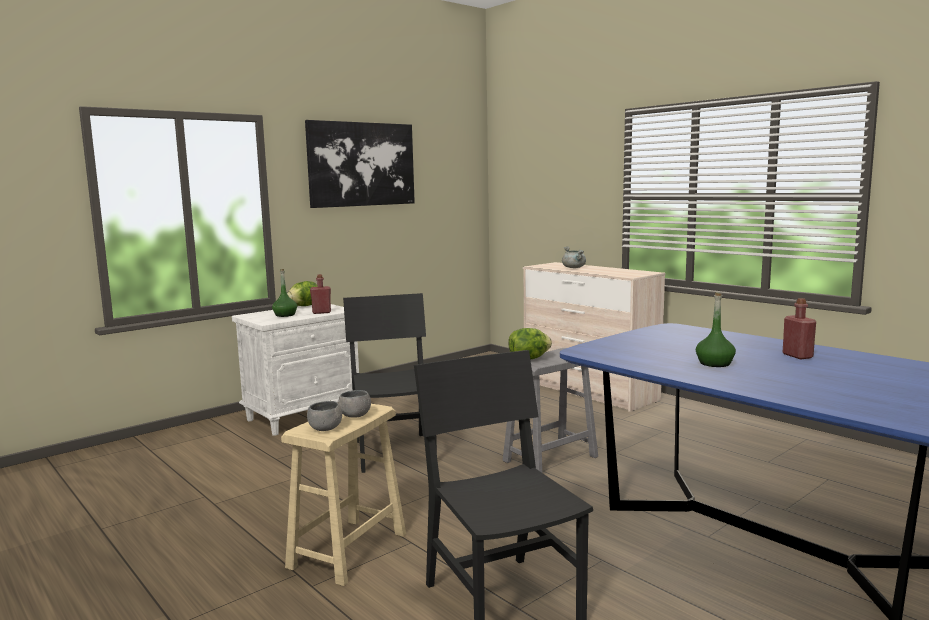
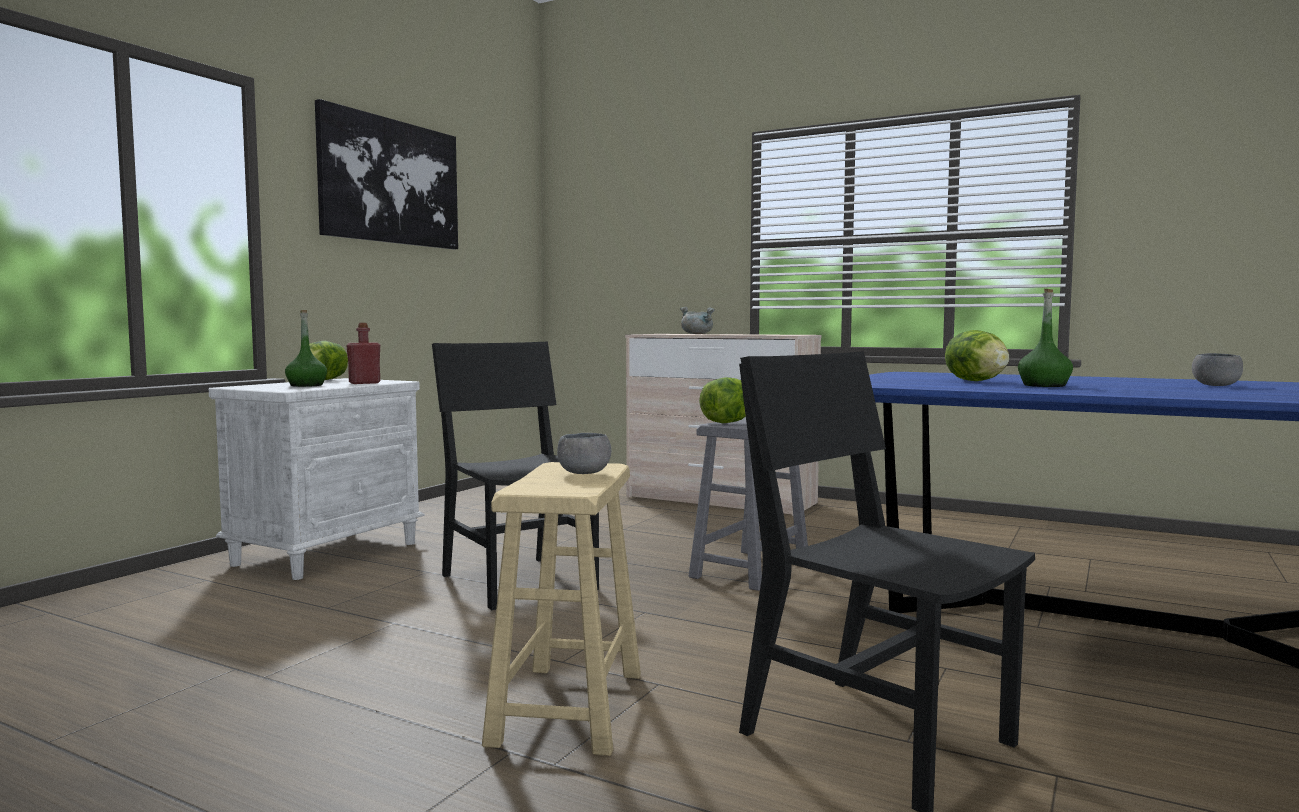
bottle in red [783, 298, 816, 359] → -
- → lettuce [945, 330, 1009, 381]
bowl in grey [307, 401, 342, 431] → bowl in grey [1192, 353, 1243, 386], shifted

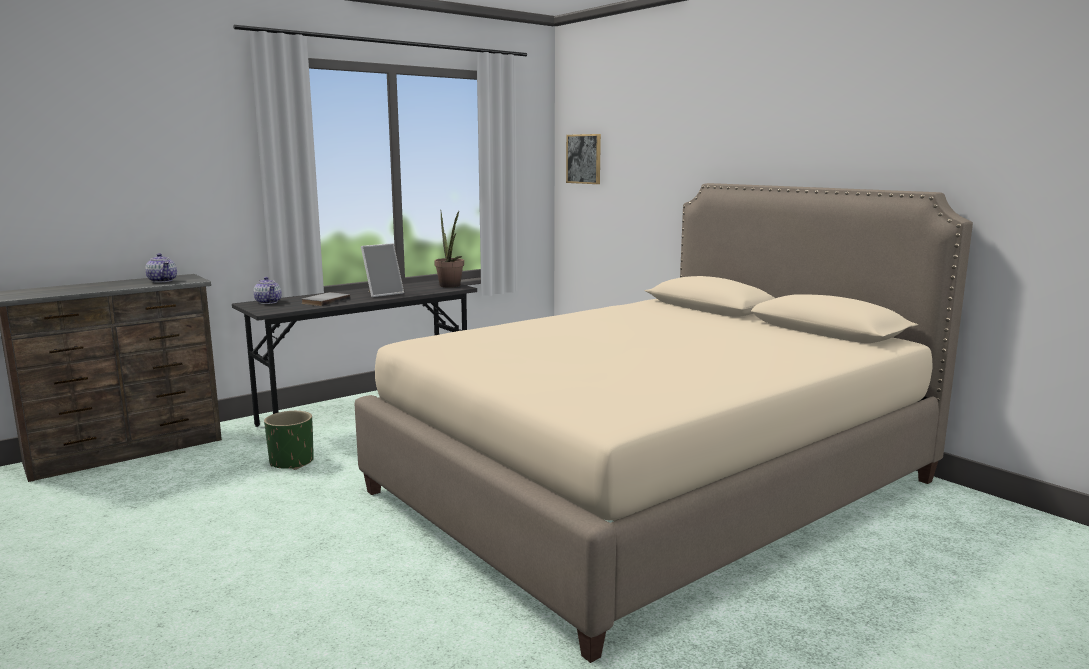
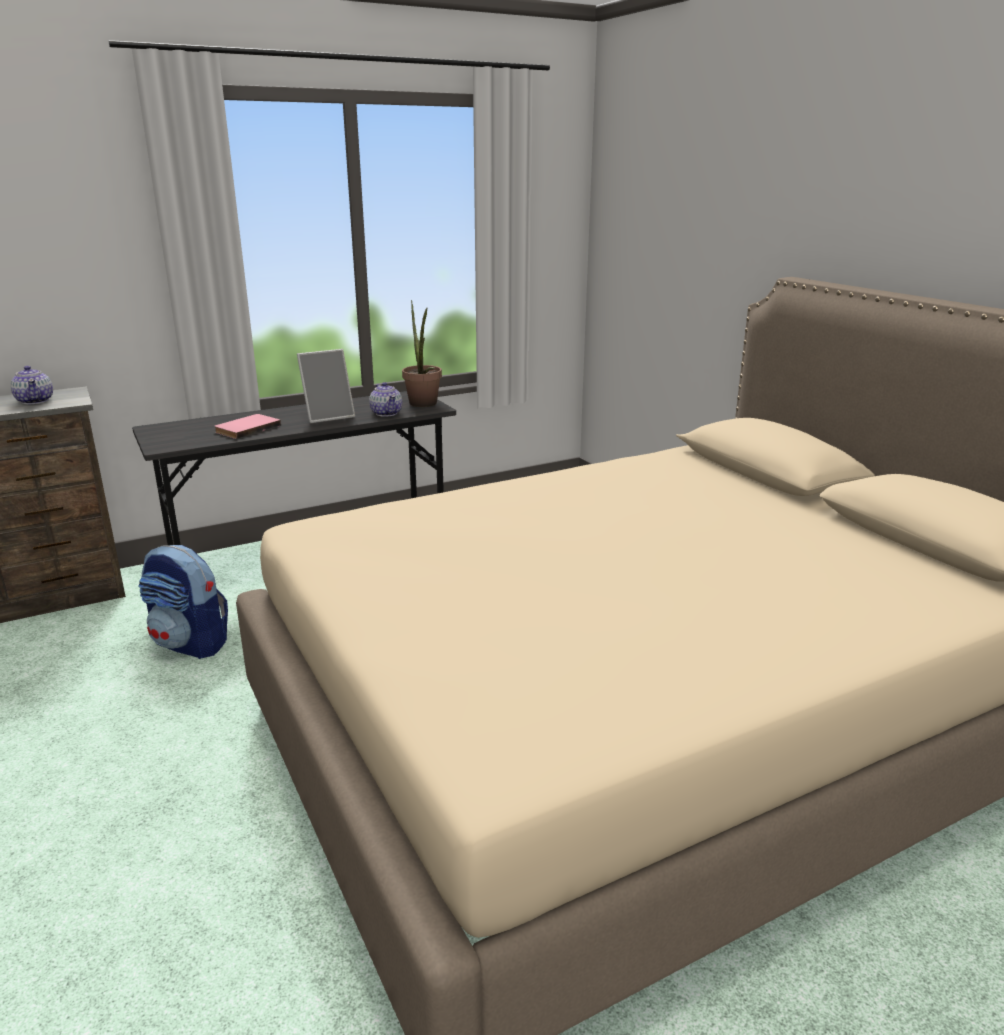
picture [566, 134, 601, 184] → -
teapot [253, 277, 282, 304] → teapot [369, 382, 402, 417], shifted
planter in green [264, 411, 314, 470] → backpack [138, 545, 228, 659]
book in grey [302, 292, 351, 306] → book in pink [214, 414, 281, 439]

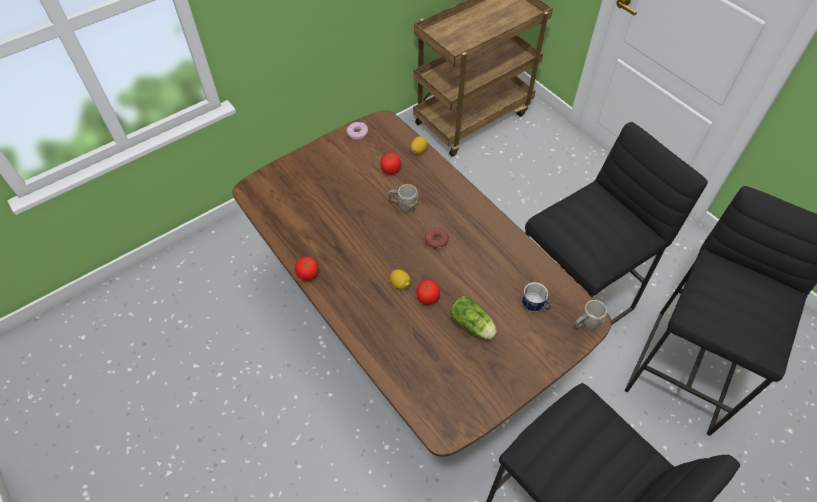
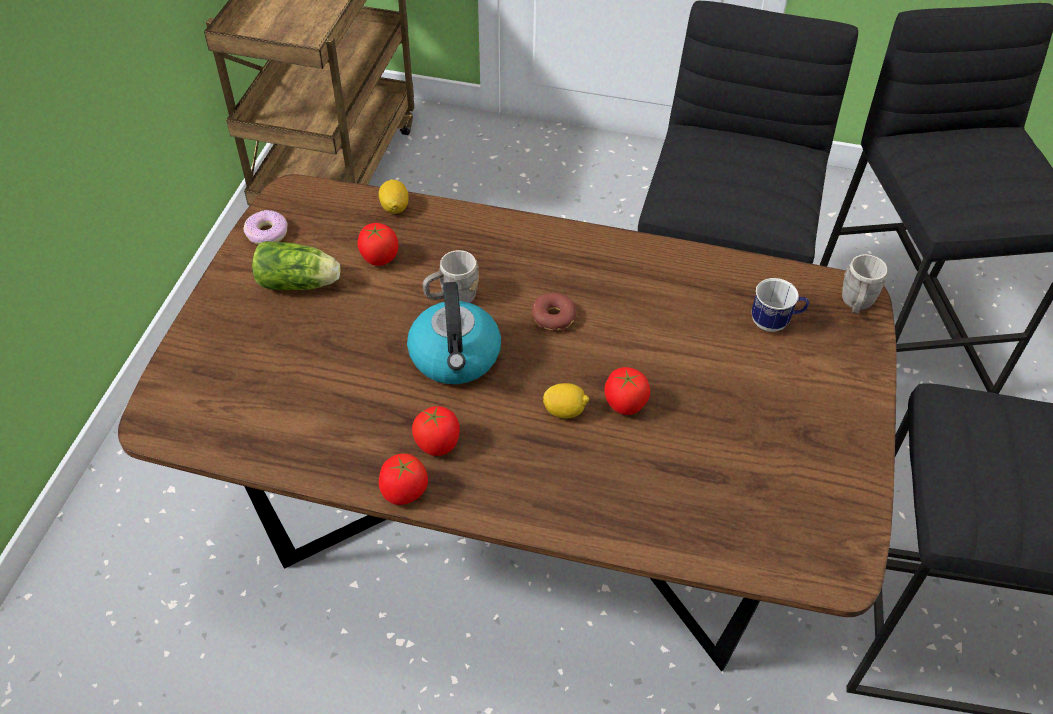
- → kettle [407, 282, 501, 384]
- → tomato [412, 405, 460, 456]
lettuce [450, 296, 497, 339] → lettuce [252, 241, 340, 290], shifted

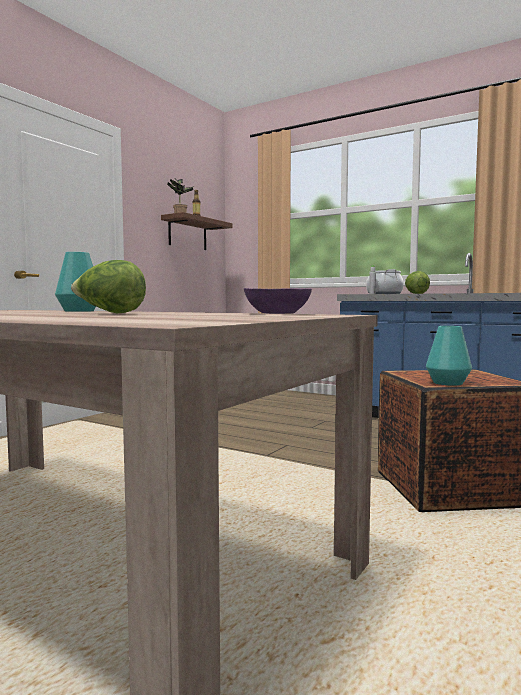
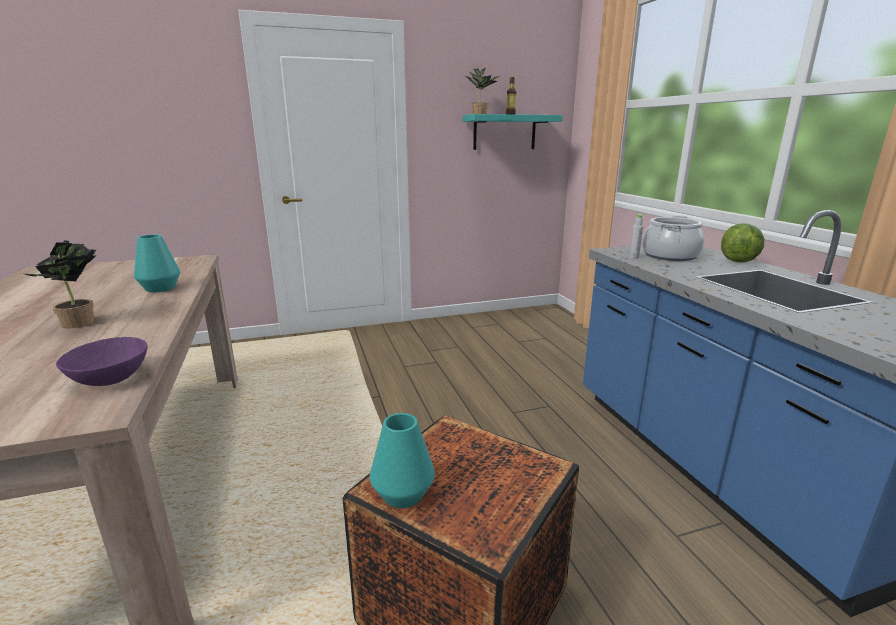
lettuce [71, 260, 146, 313] → potted plant [21, 240, 97, 328]
shelf in brown [161, 212, 233, 250] → shelf in turquoise [462, 114, 563, 150]

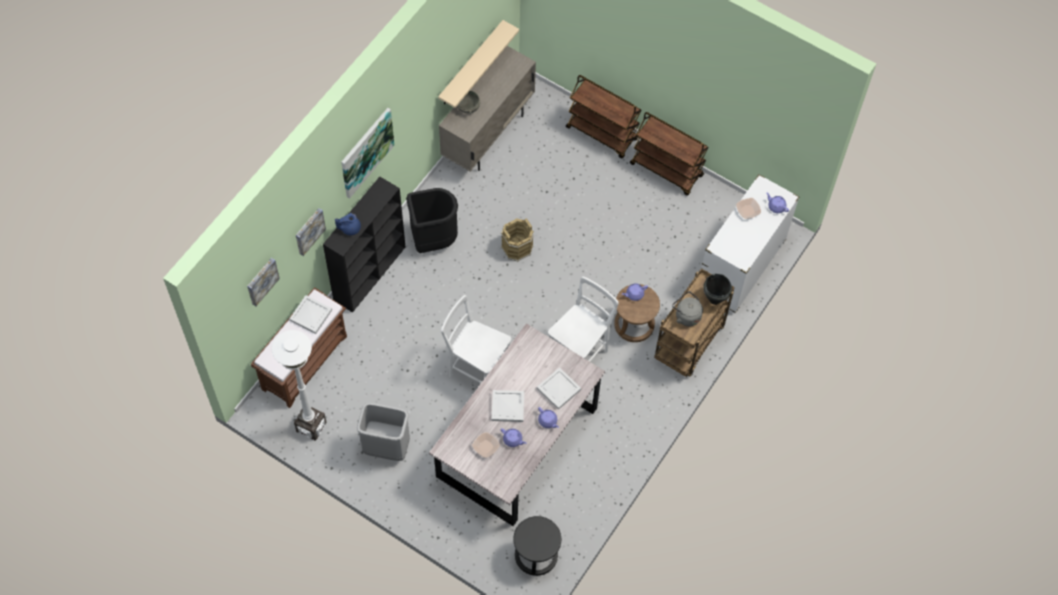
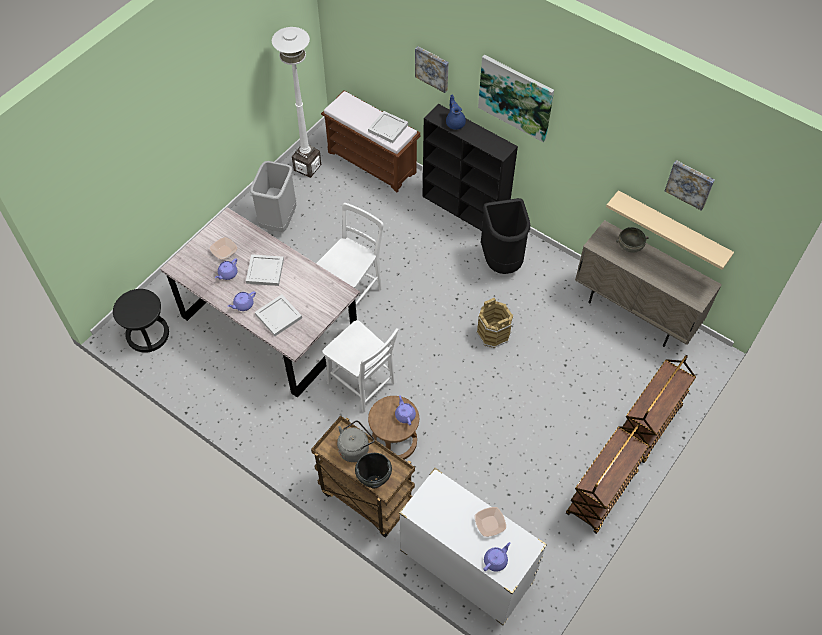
picture [247, 258, 280, 306] → picture [665, 160, 715, 211], shifted

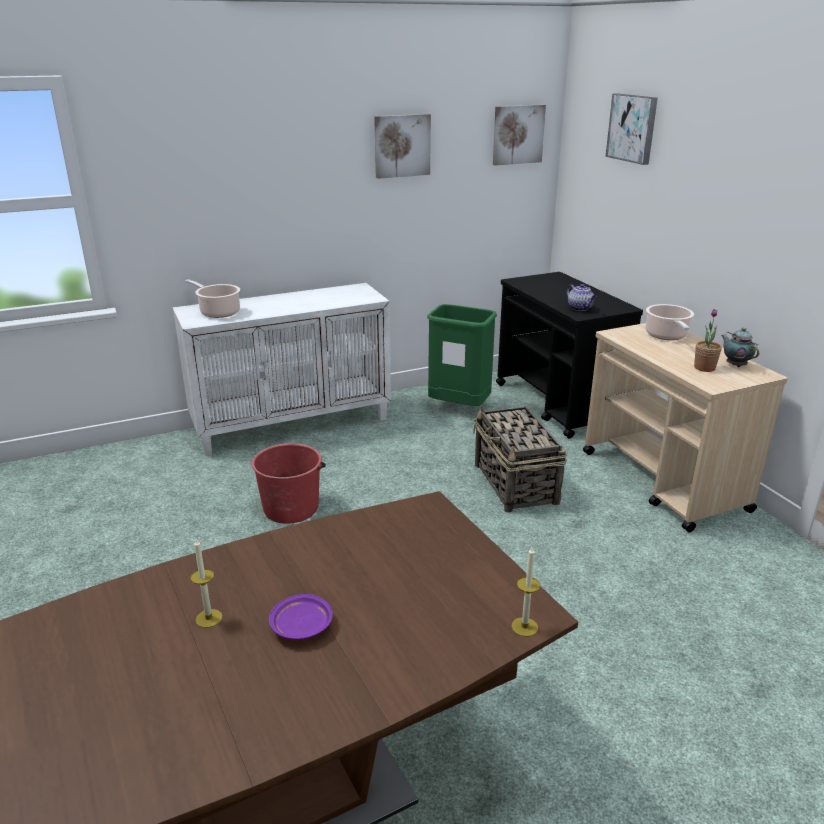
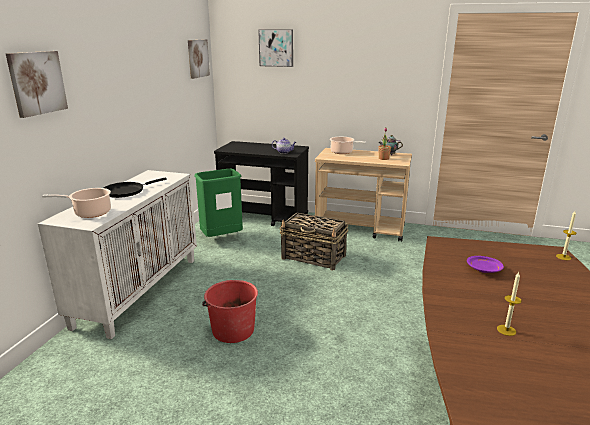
- → frying pan in black [104, 178, 167, 198]
plate in purple [269, 594, 333, 640] → plate in purple [467, 256, 504, 273], shifted
picture [374, 114, 431, 179] → picture [6, 51, 68, 118], shifted

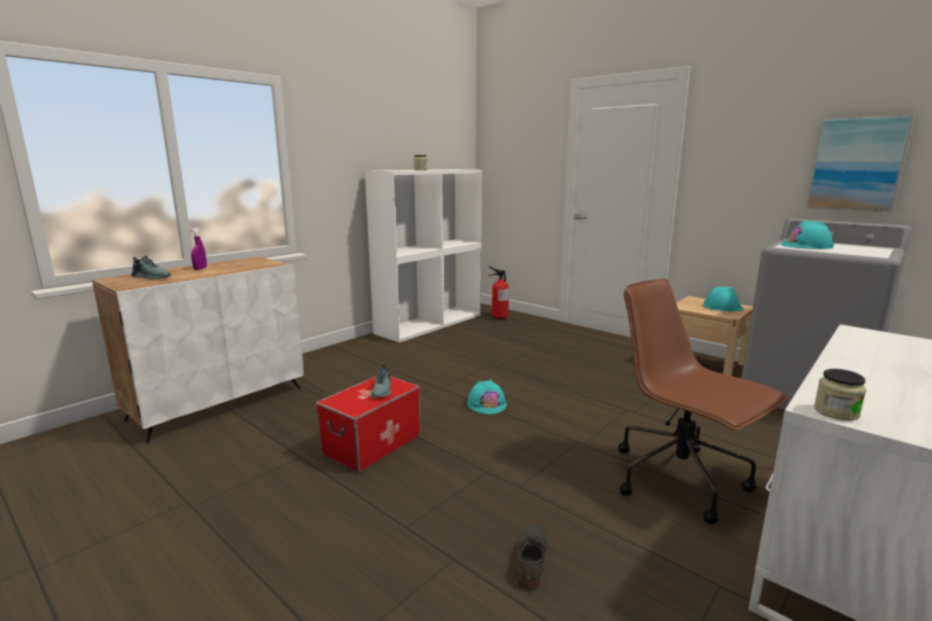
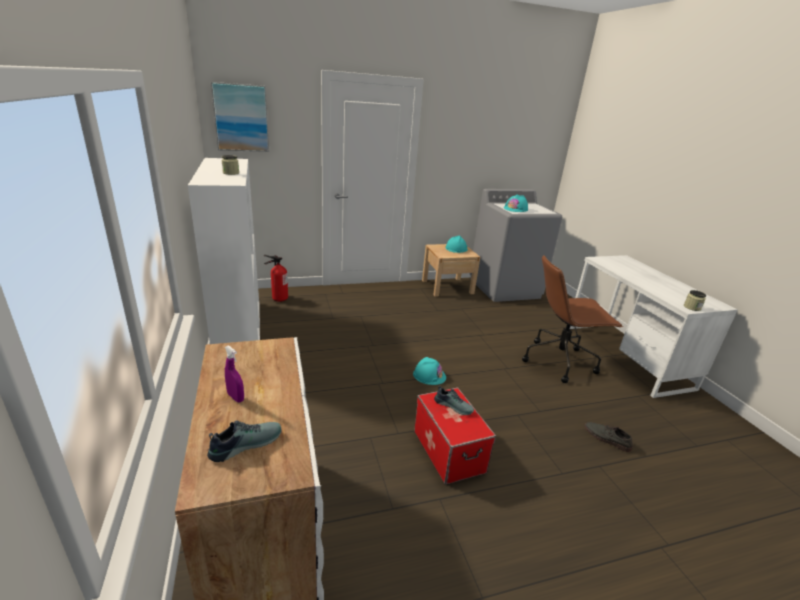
picture [806, 115, 914, 212] → picture [211, 82, 269, 152], shifted

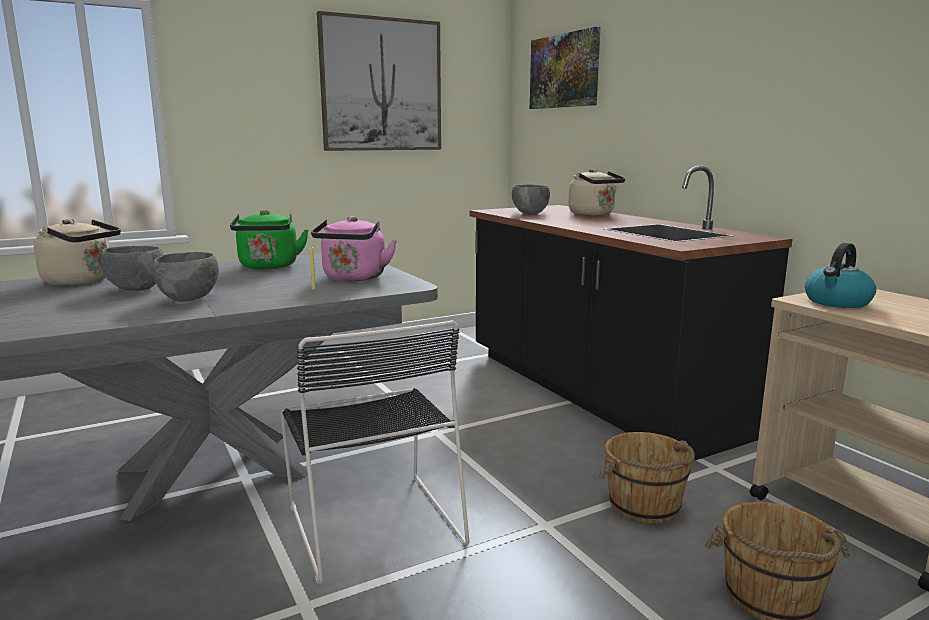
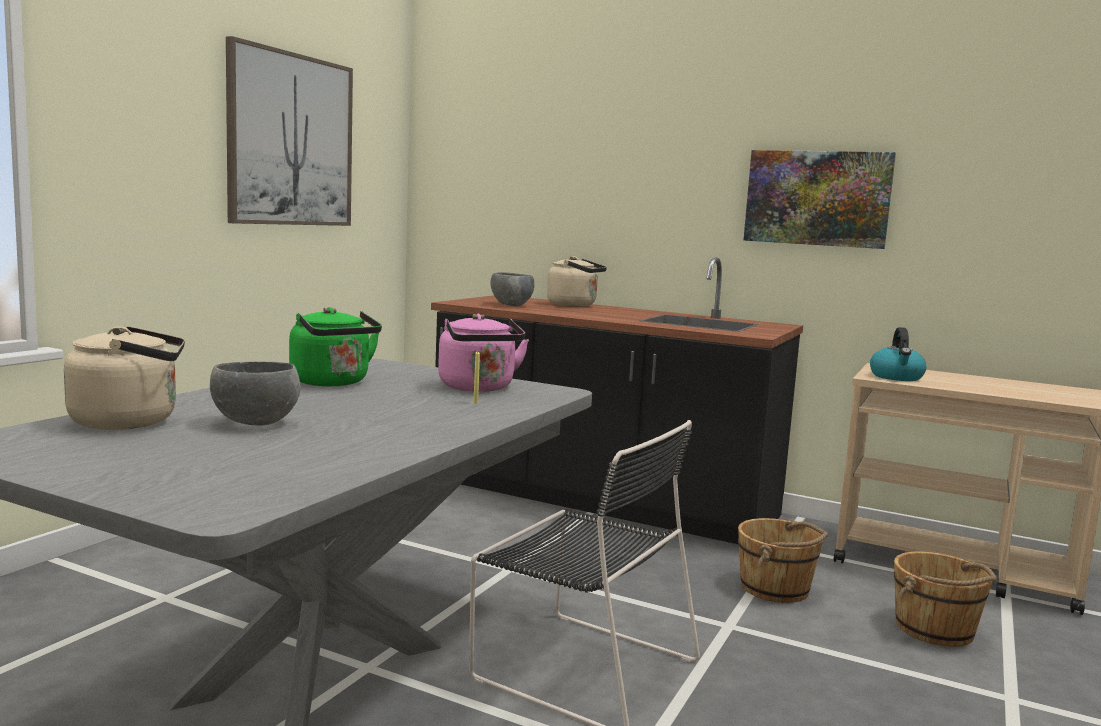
bowl in grey [153, 252, 219, 302] → -
picture [530, 27, 600, 109] → picture [743, 150, 896, 249], shifted

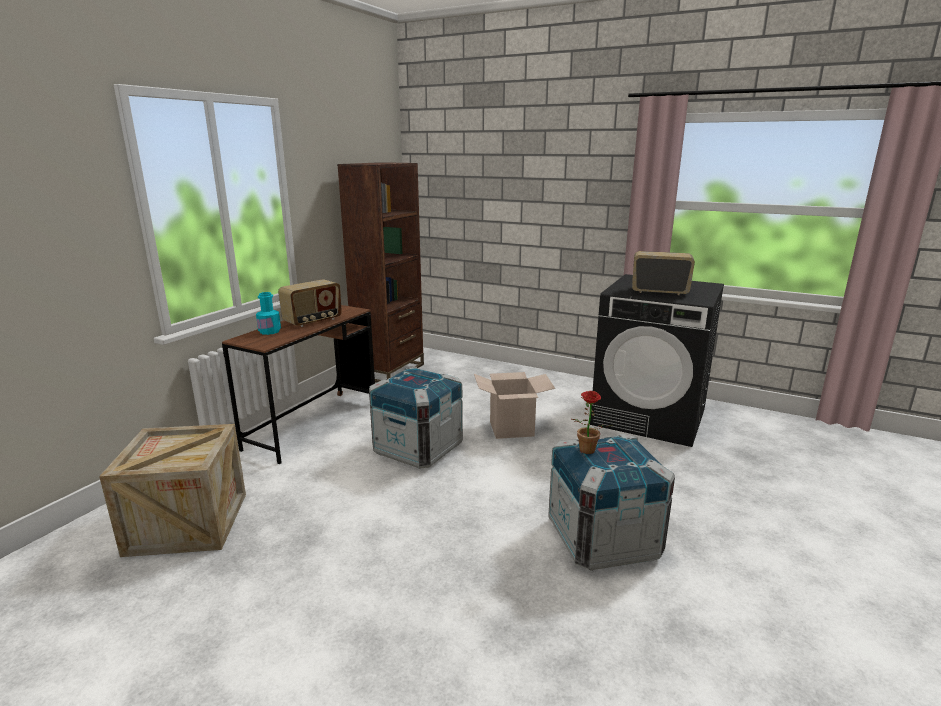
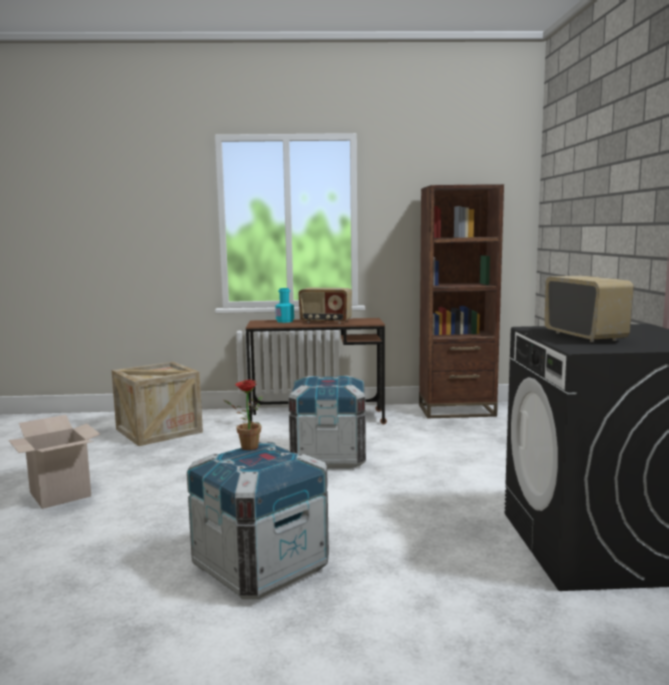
cardboard box [474, 372, 555, 439] → cardboard box [9, 415, 100, 509], shifted

